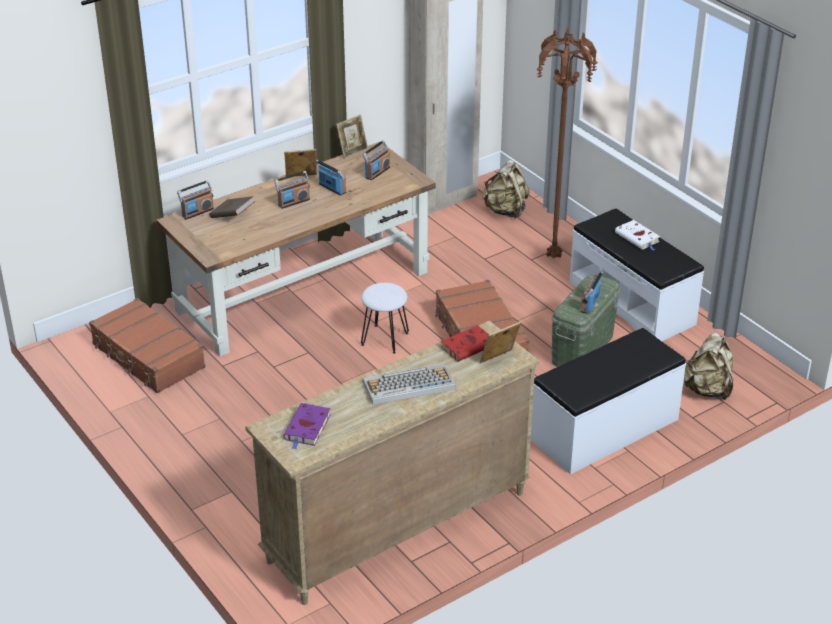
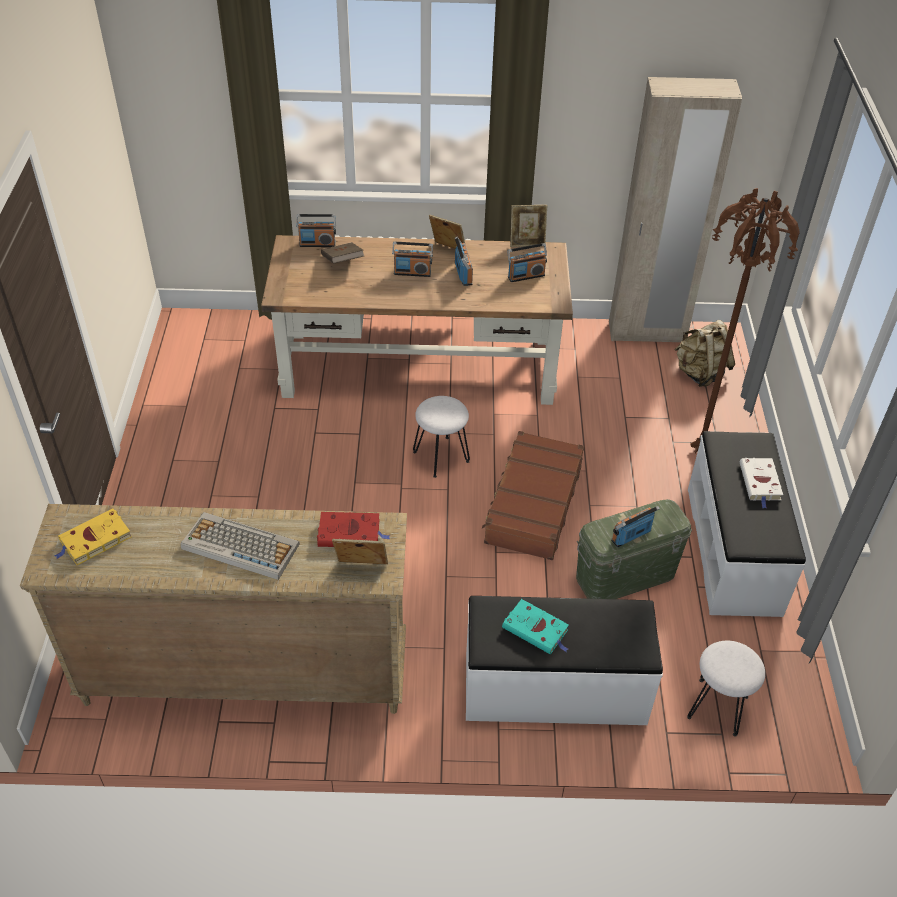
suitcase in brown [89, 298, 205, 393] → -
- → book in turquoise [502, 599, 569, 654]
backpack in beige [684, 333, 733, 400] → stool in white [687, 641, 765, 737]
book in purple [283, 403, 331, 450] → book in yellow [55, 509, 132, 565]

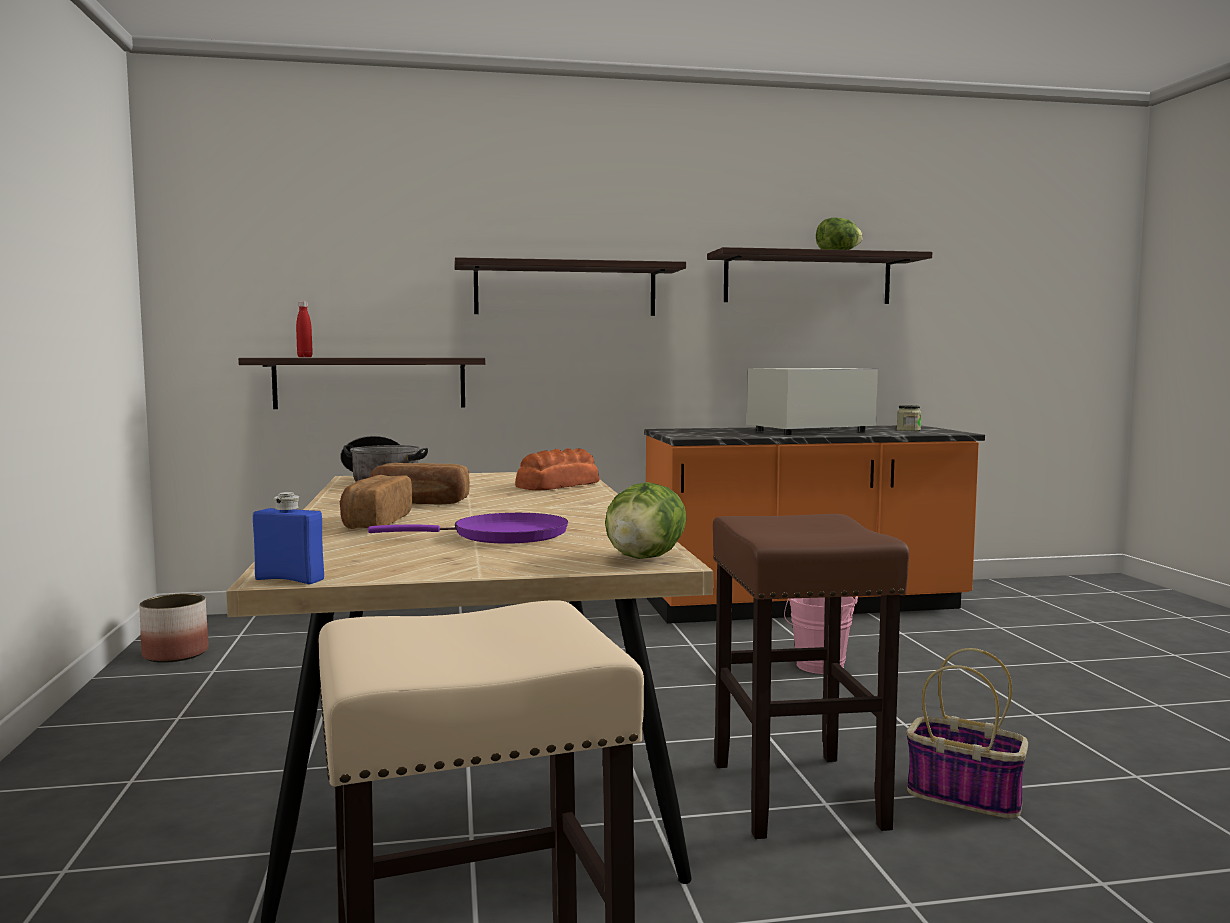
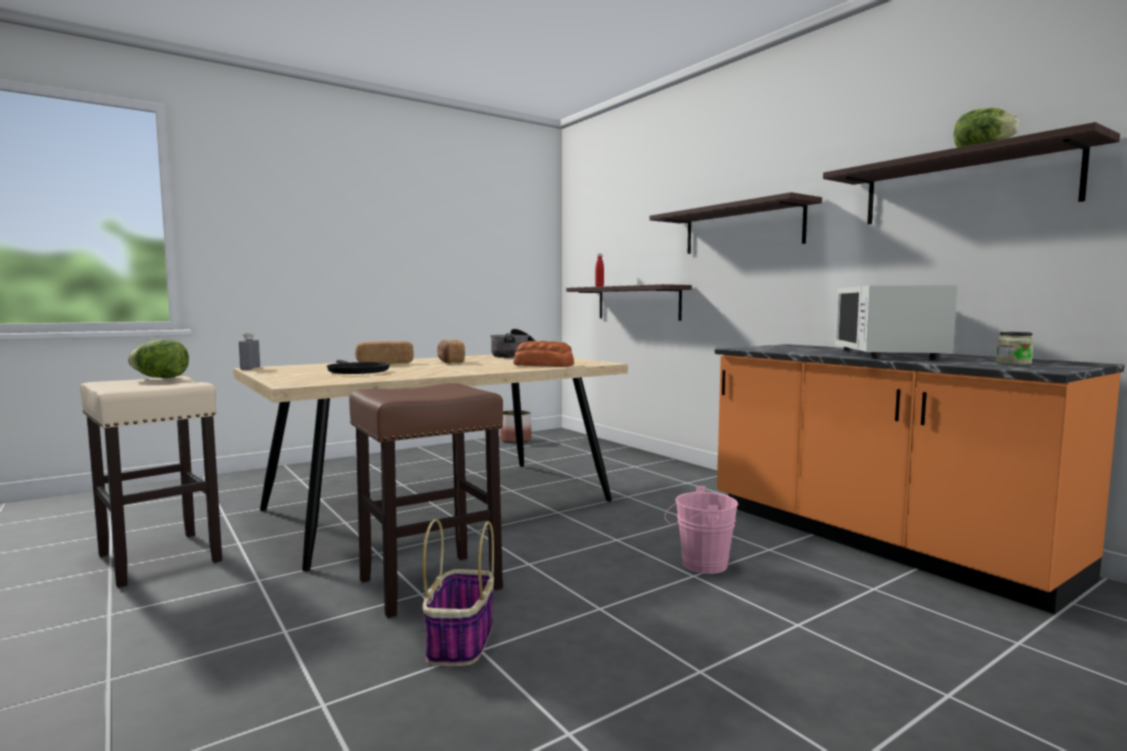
lettuce [605, 482, 687, 559] → lettuce [128, 339, 189, 378], shifted
bottle in blue [253, 492, 324, 584] → bottle in grey [239, 333, 260, 370]
frying pan in purple [368, 513, 568, 544] → frying pan in black [327, 360, 390, 374]
microwave in white [747, 368, 878, 435] → microwave in white [835, 285, 958, 360], 120 degrees counterclockwise

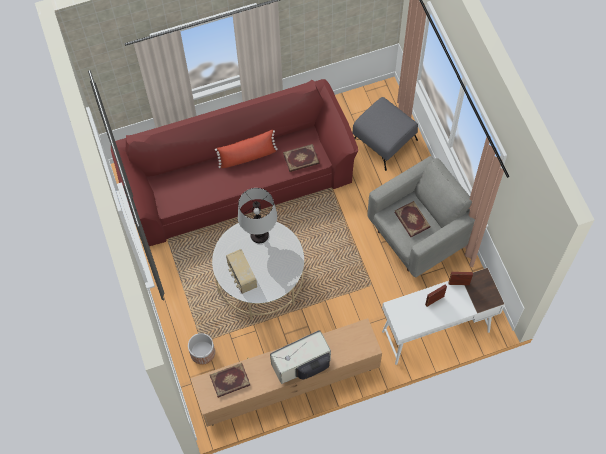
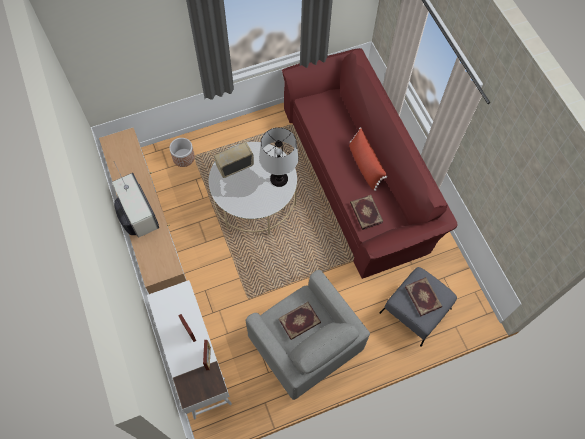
book [210, 363, 250, 398] → book [405, 277, 442, 316], shifted

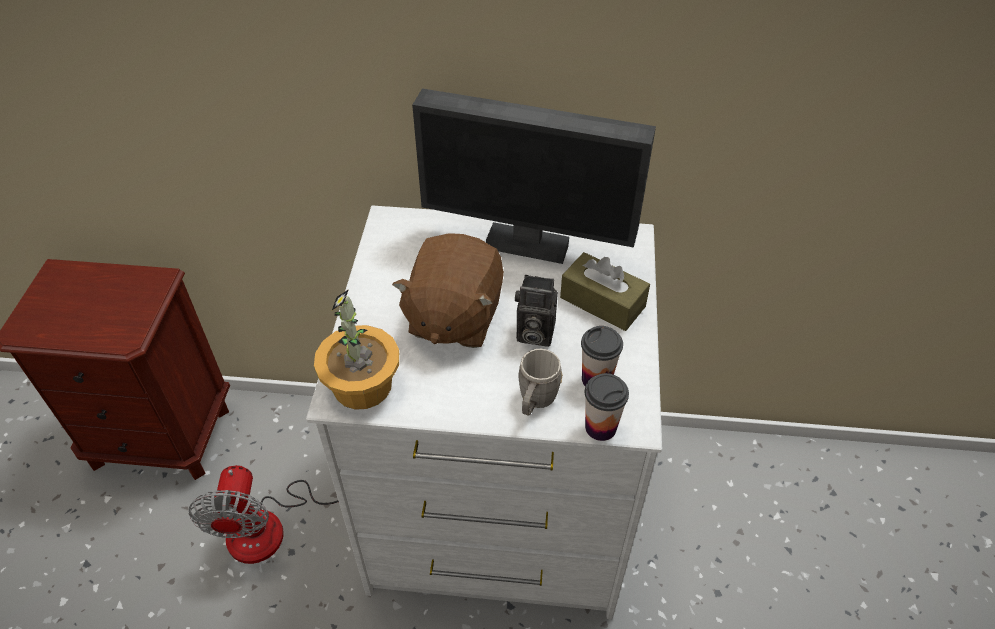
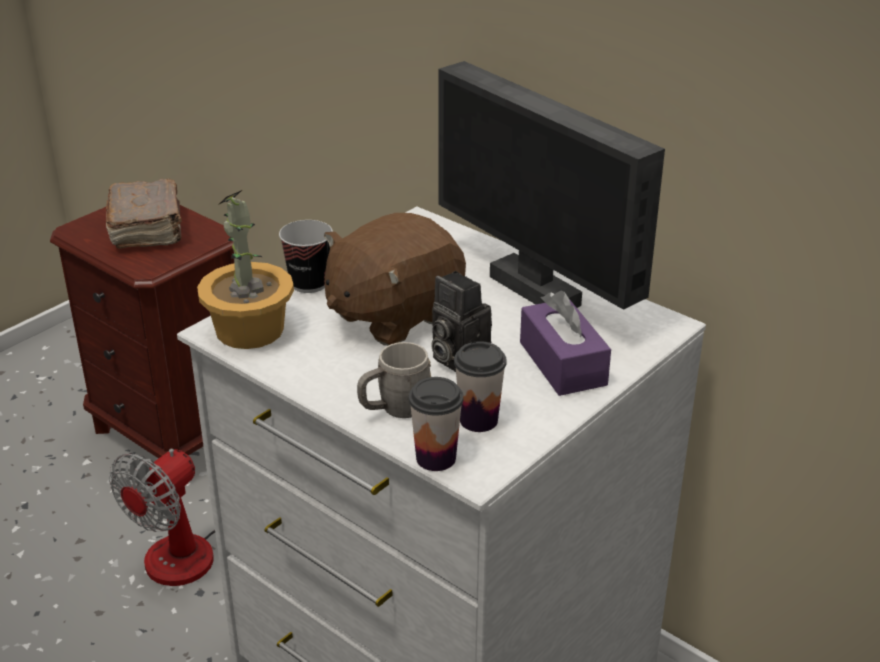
- → book in brown [106, 179, 182, 249]
- → cup [279, 220, 333, 293]
tissue box in brown [560, 252, 650, 331] → tissue box in purple [520, 291, 611, 396]

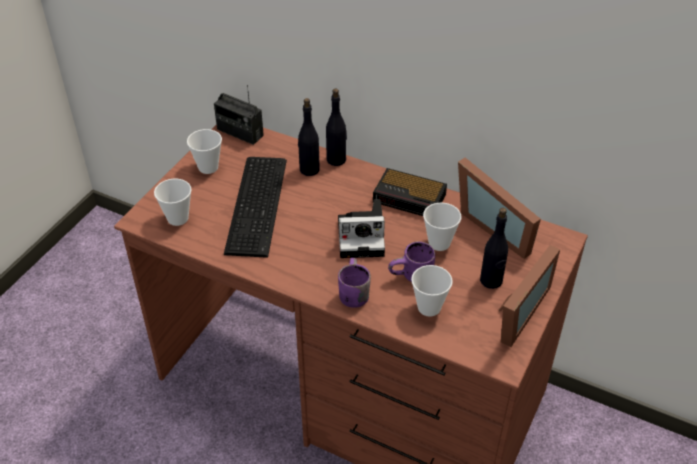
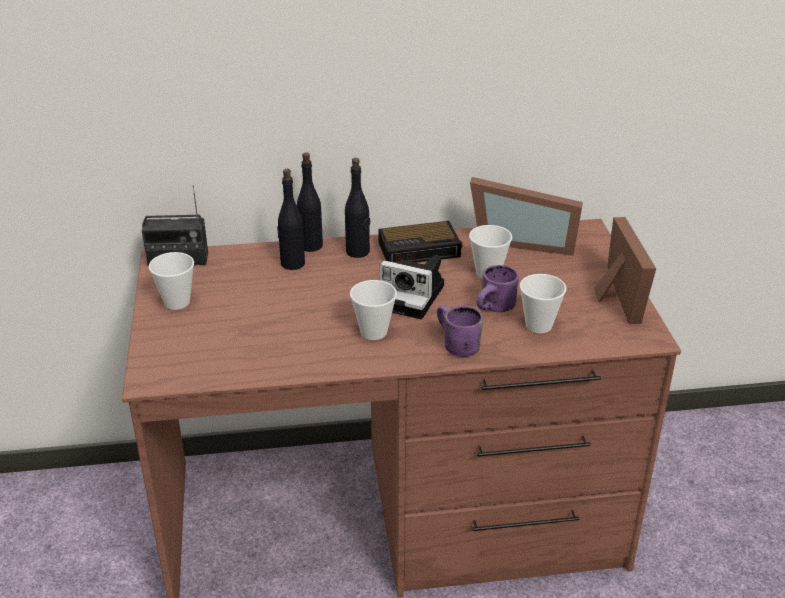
keyboard [224, 157, 287, 258] → -
cup [154, 178, 192, 226] → cup [350, 280, 397, 340], shifted
bottle in black [480, 208, 508, 289] → bottle in black [345, 158, 370, 258], shifted
photo camera [338, 199, 385, 258] → photo camera [380, 255, 444, 319], 60 degrees clockwise

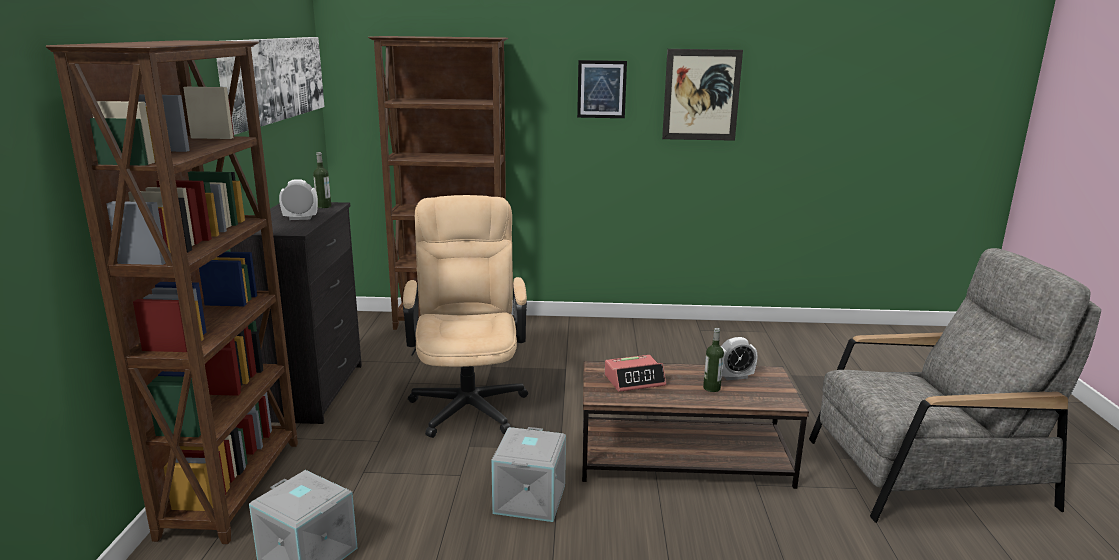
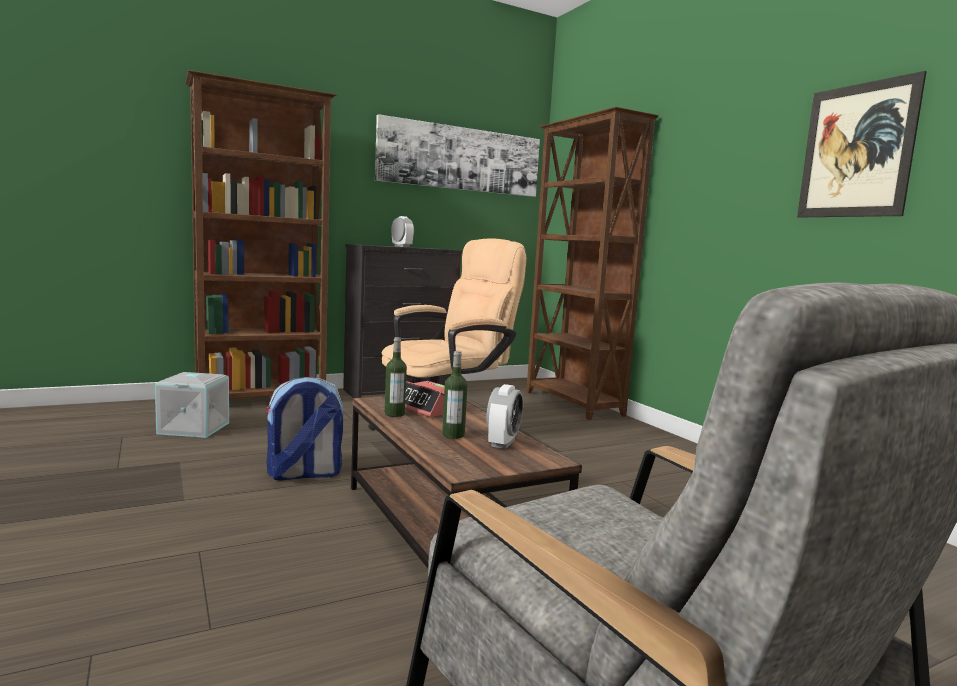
picture [577, 60, 627, 118] → -
bottle [313, 152, 331, 208] → bottle [385, 337, 407, 417], shifted
storage box in grey [491, 427, 566, 522] → backpack [266, 377, 343, 481]
alarm clock [720, 337, 757, 380] → alarm clock [486, 384, 523, 449], 120 degrees counterclockwise

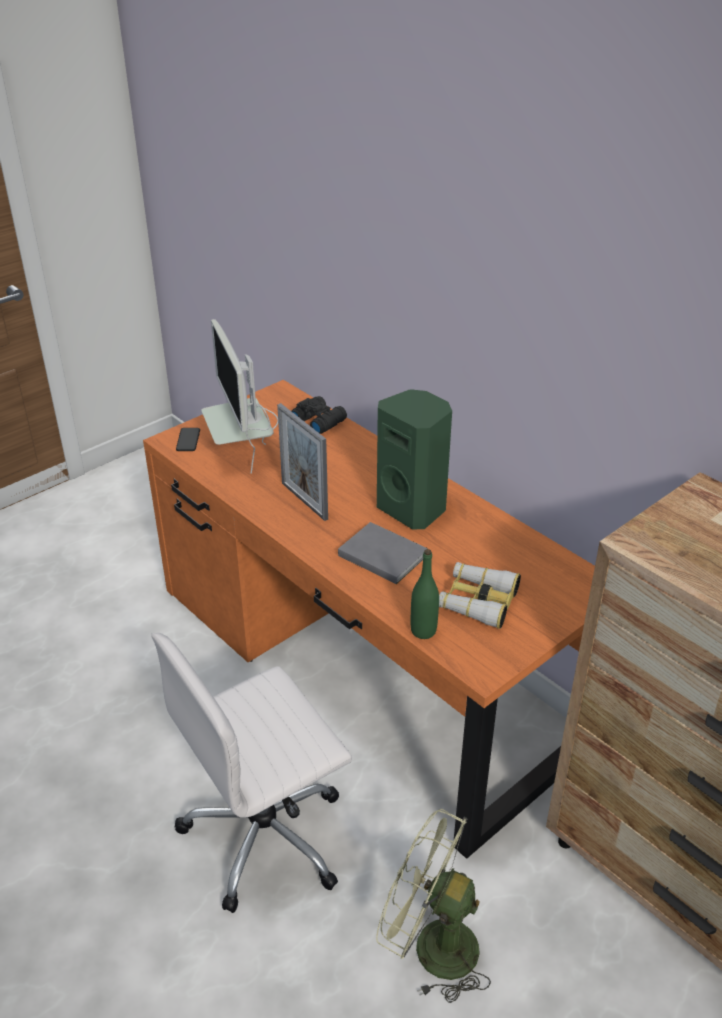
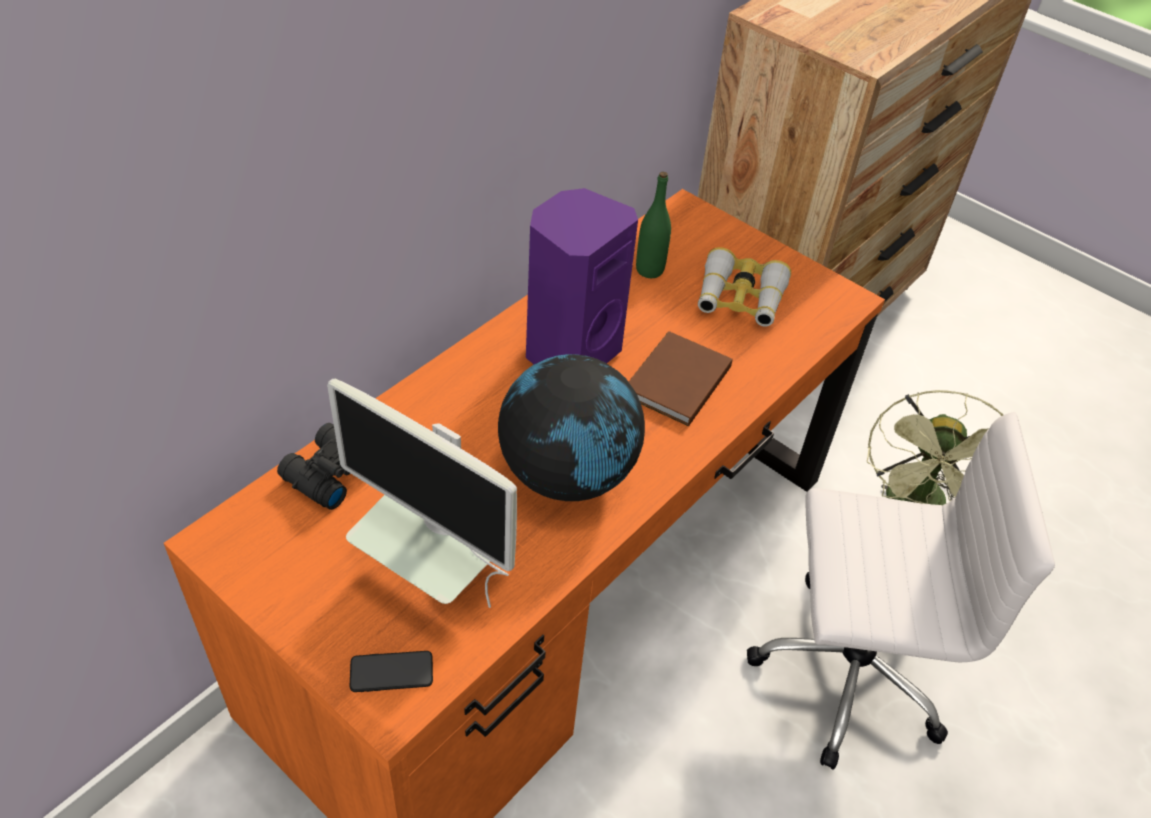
bottle in green [411, 549, 439, 639] → bottle in green [636, 171, 671, 278], shifted
picture frame [277, 403, 328, 521] → globe [498, 354, 645, 501]
book in grey [338, 522, 428, 584] → book in brown [629, 331, 732, 426]
speaker in green [377, 389, 452, 530] → speaker in purple [526, 188, 638, 364]
office chair in white [151, 633, 352, 913] → office chair in white [747, 412, 1055, 770], 45 degrees counterclockwise
monitor [201, 319, 278, 474] → monitor [327, 379, 517, 608], 60 degrees clockwise

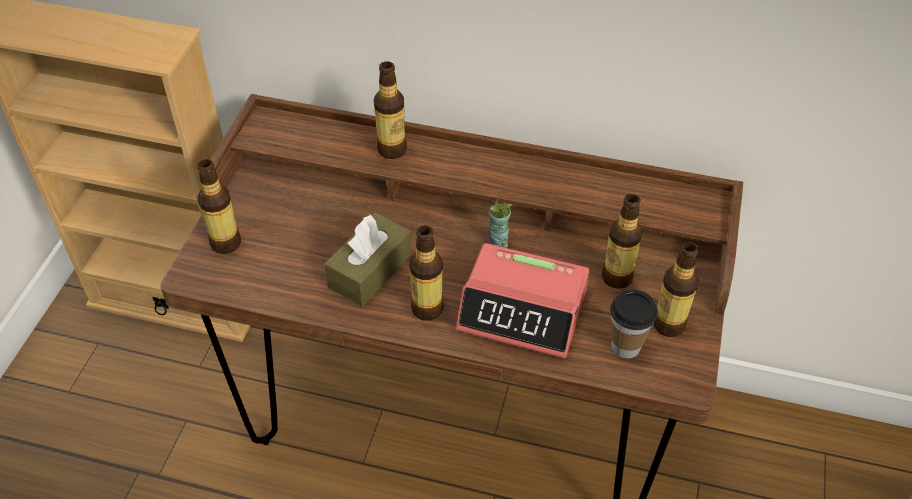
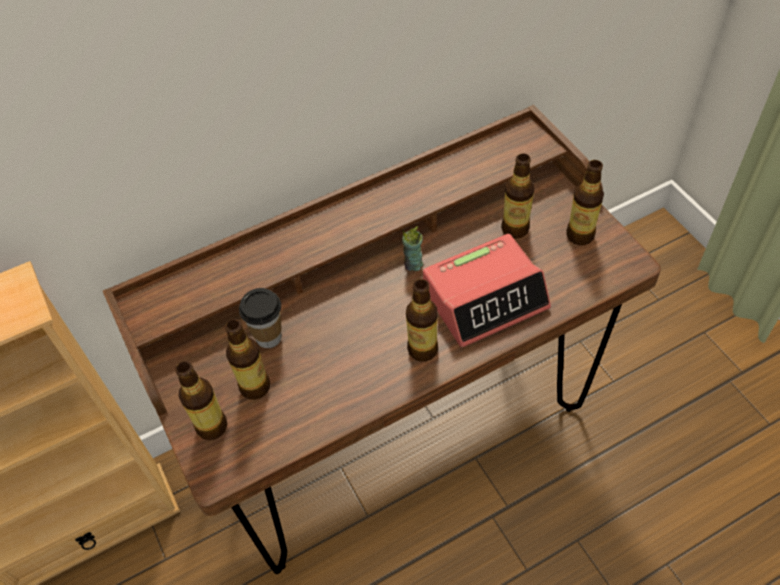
tissue box in brown [324, 213, 412, 306] → -
bottle [374, 61, 407, 159] → bottle [225, 319, 270, 400], shifted
cup [610, 290, 658, 359] → cup [239, 288, 282, 348], shifted

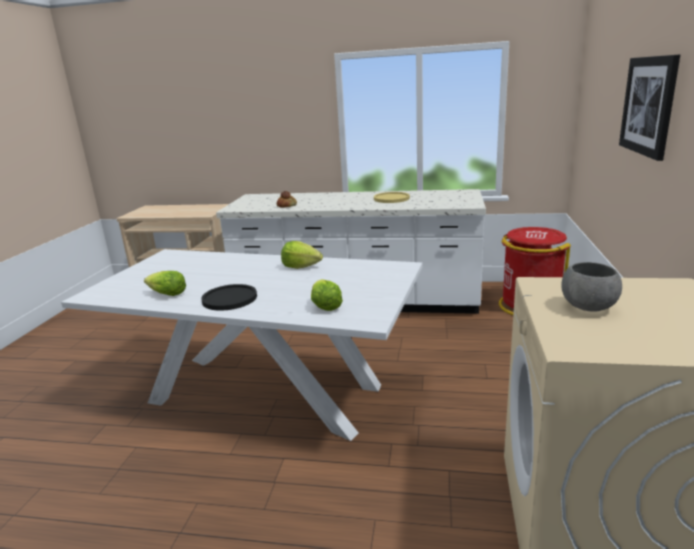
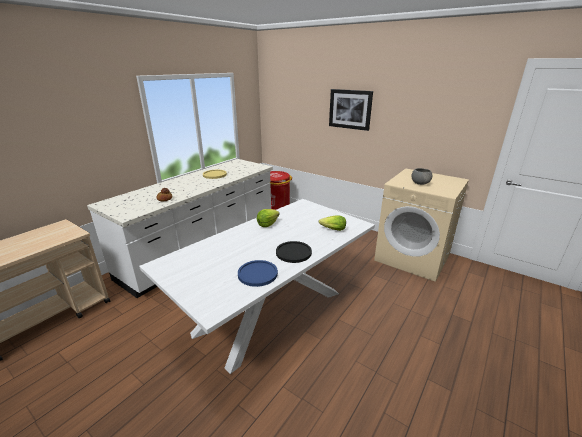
lettuce [144, 271, 186, 296] → plate in blue [238, 260, 278, 287]

